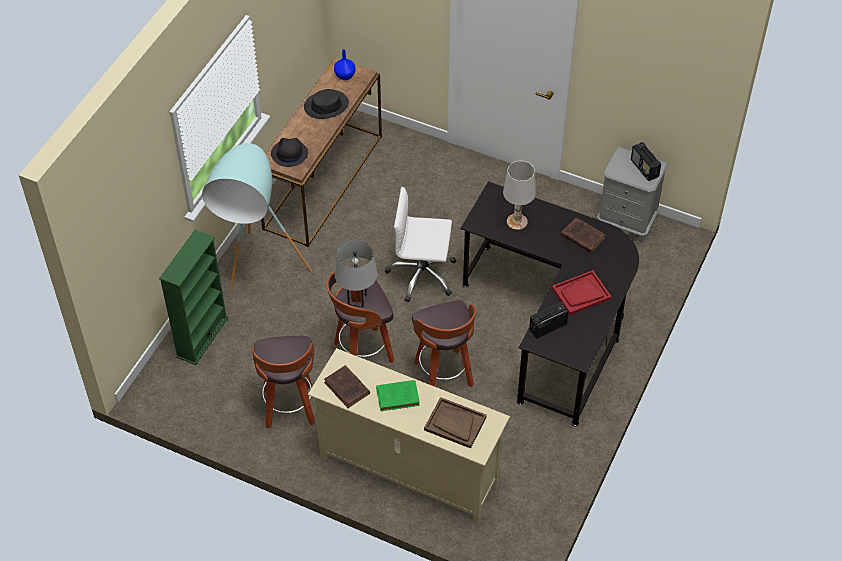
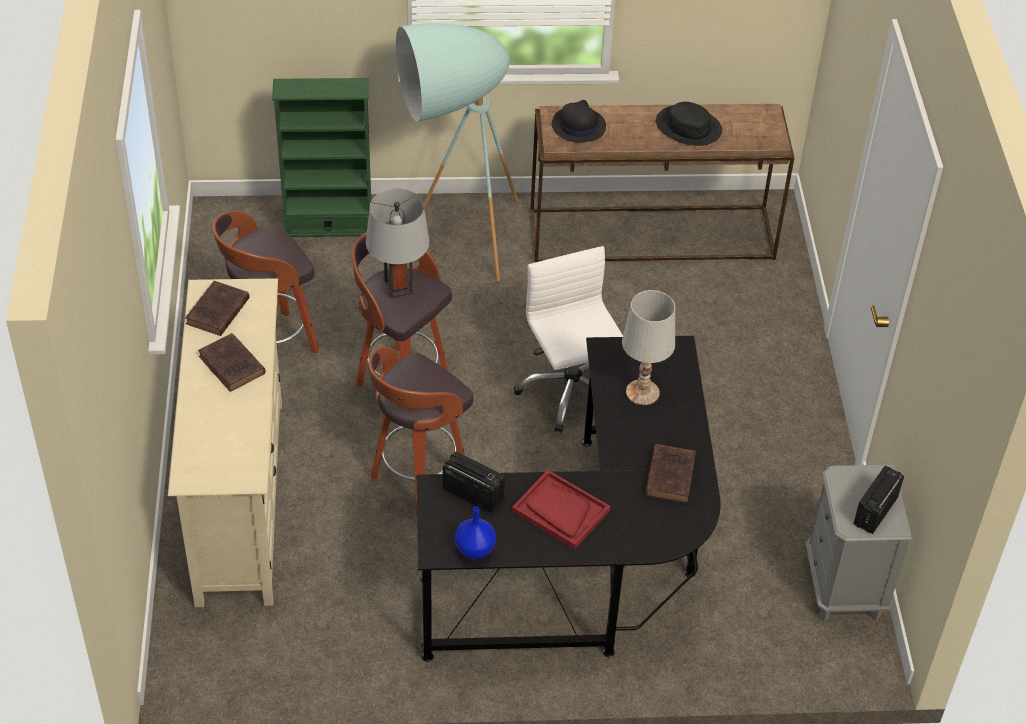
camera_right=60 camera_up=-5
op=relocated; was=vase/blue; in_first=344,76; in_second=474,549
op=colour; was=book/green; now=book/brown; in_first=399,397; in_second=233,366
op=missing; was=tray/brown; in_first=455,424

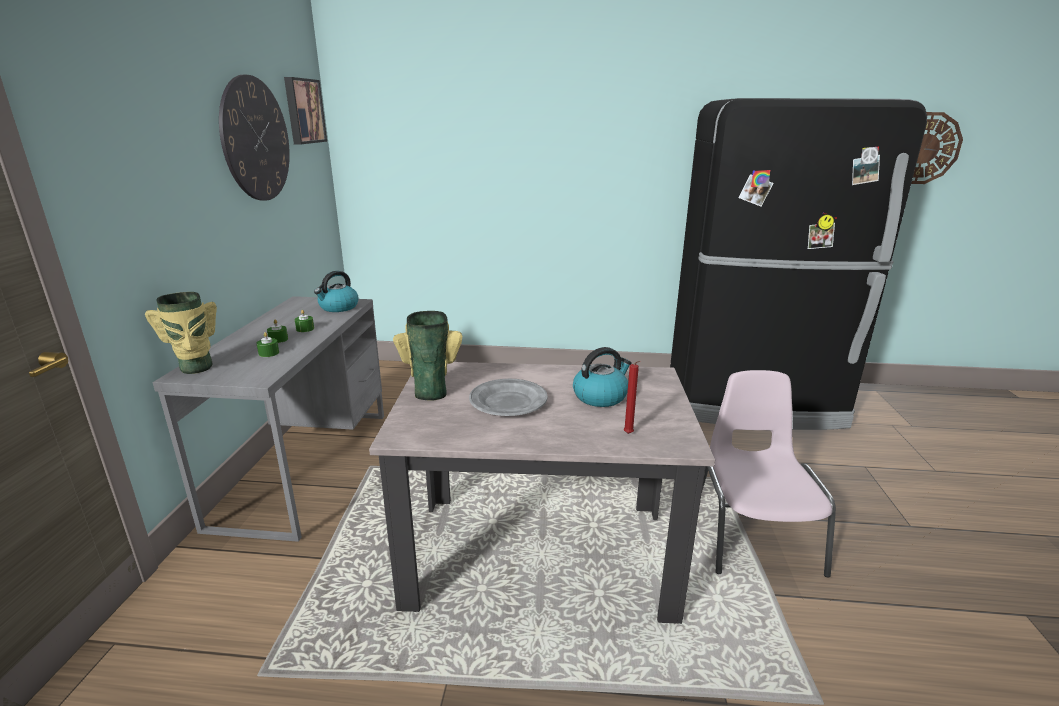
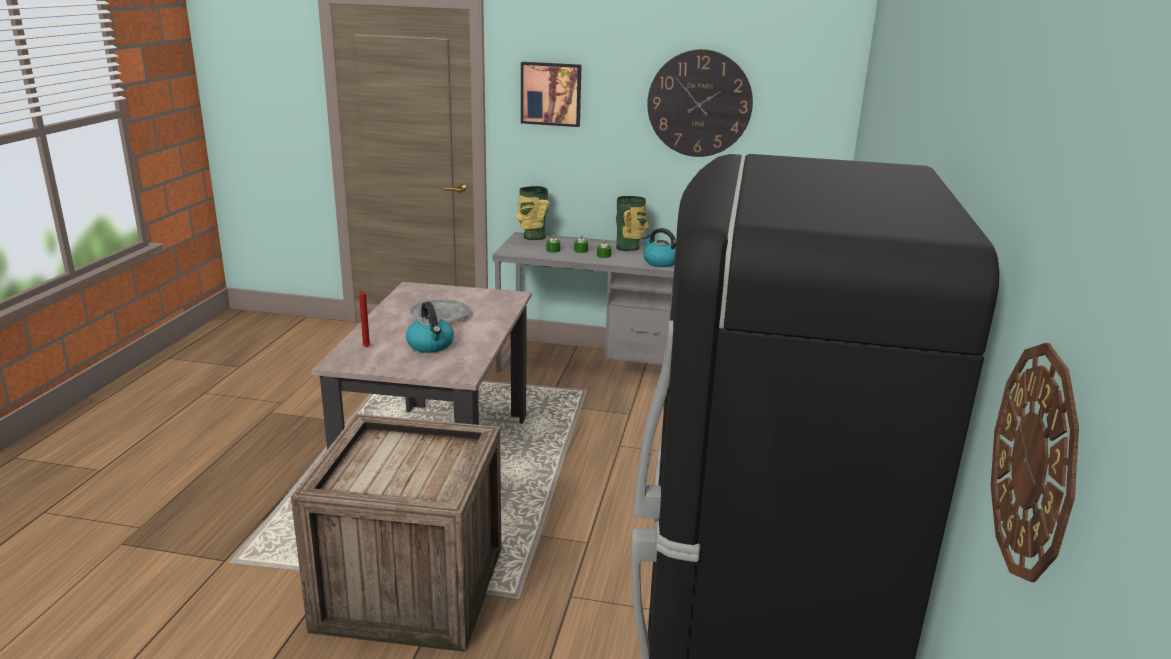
camera_right=95 camera_up=0
op=relocated; was=picture; in_first=303,111; in_second=551,93
op=relocated; was=vase; in_first=431,391; in_second=629,248
op=exchanged; was=chair/pink; now=crate; in_first=753,535; in_second=412,590

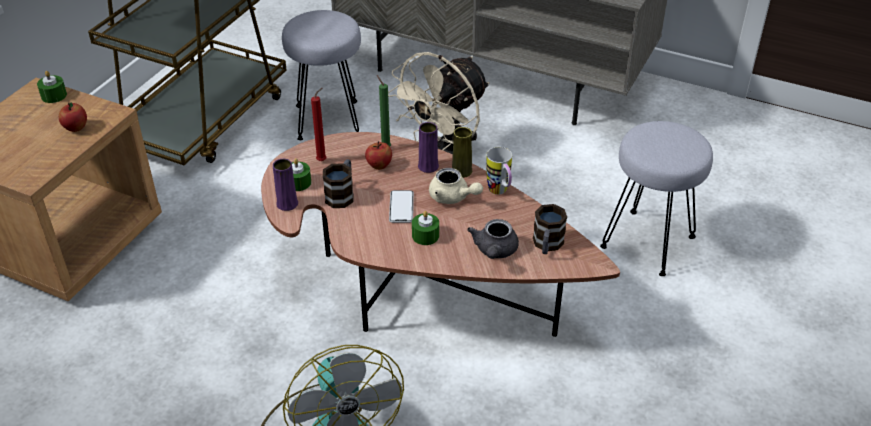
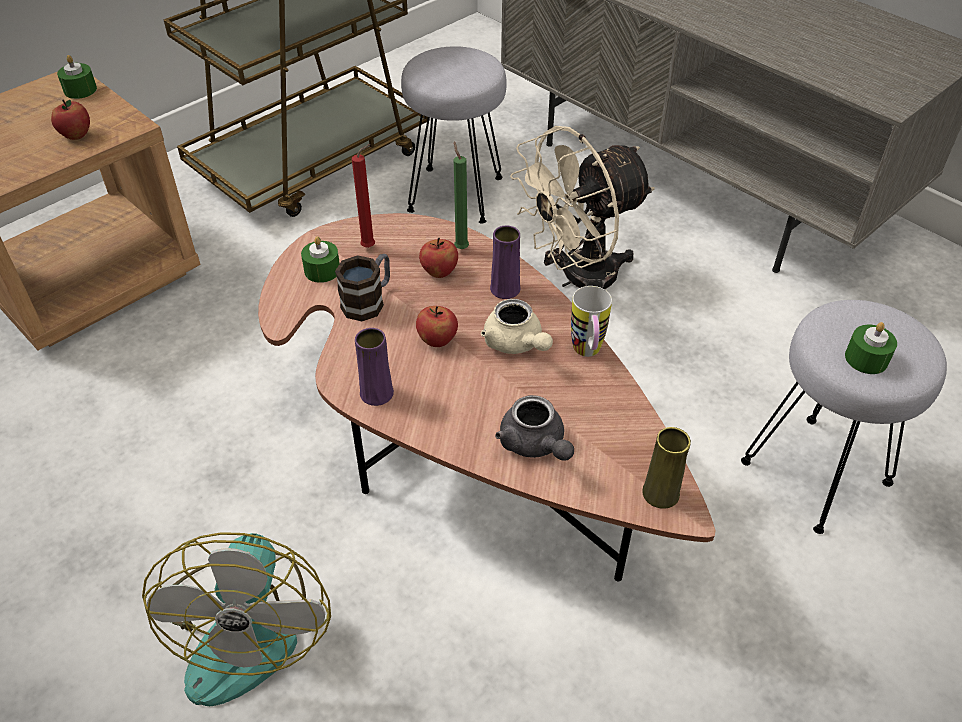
camera_right=20 camera_up=5
op=relocated; was=vase/yellow; in_first=461,171; in_second=660,493
op=relocated; was=vase/purple; in_first=287,204; in_second=376,393
op=exchanged; was=phone; now=apple; in_first=401,207; in_second=437,340
op=missing; was=mug; in_first=547,245
op=relocated; was=candle/green; in_first=425,235; in_second=866,358
op=spun; was=teapot/grey; in_first=494,251; in_second=535,445; clockwise=-60

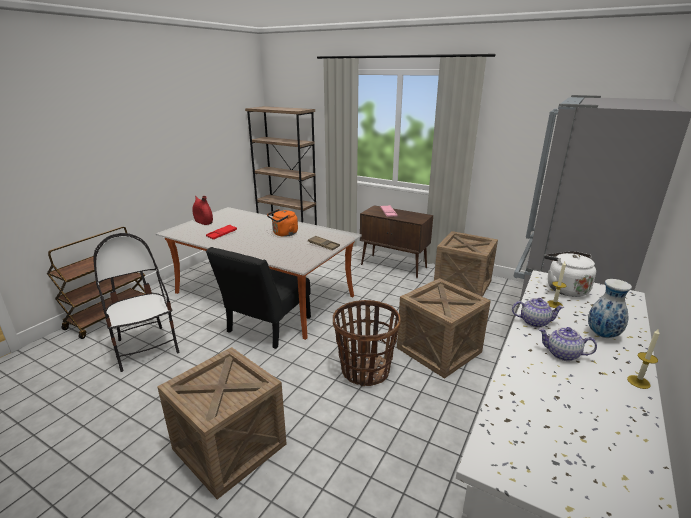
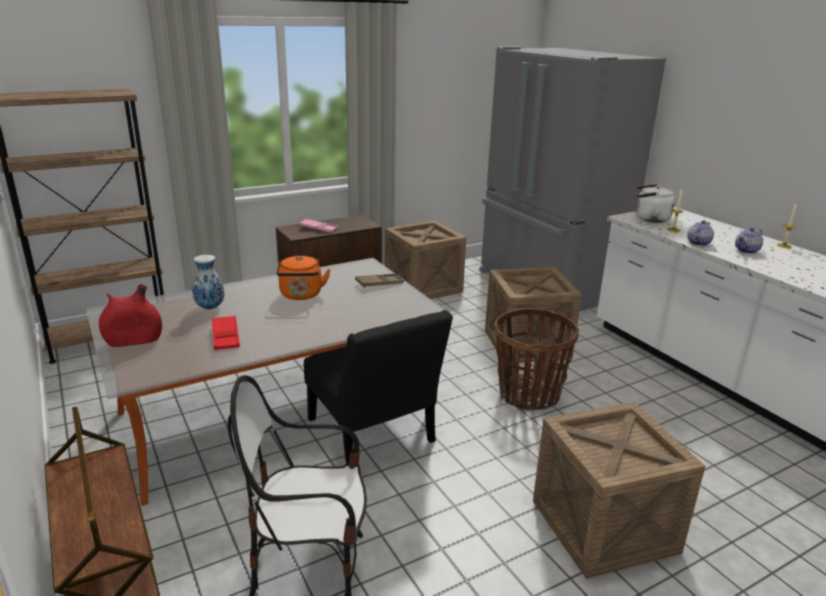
camera_right=-60 camera_up=0
op=relocated; was=vase; in_first=602,335; in_second=210,308

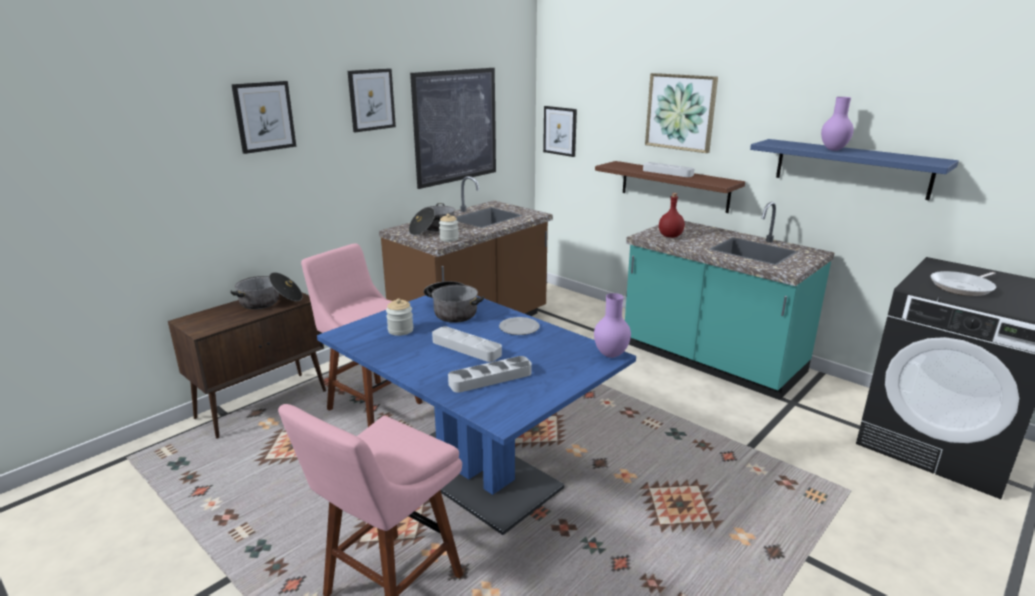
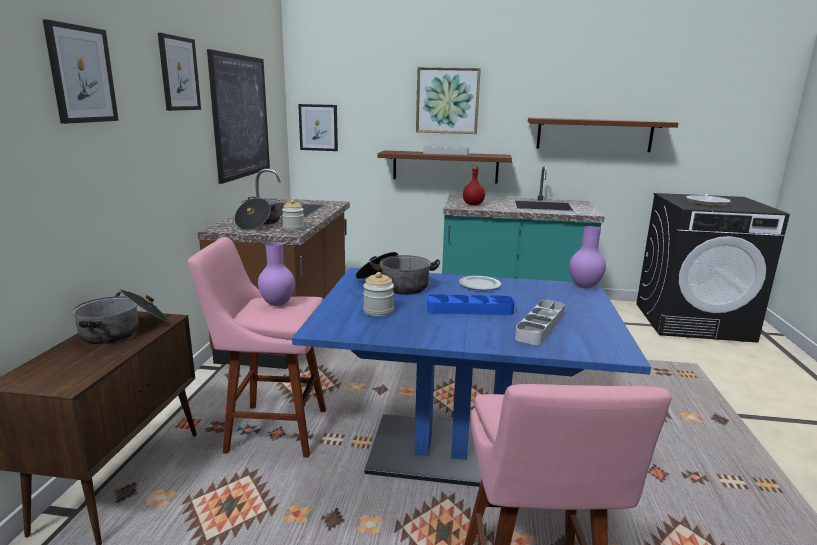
camera_right=-35 camera_up=-5
op=relocated; was=vase/purple; in_first=834,149; in_second=278,304
op=colour; was=shelf/blue; now=shelf/brown; in_first=851,168; in_second=594,134
op=colour; was=tray/grey; now=tray/blue; in_first=466,348; in_second=469,309

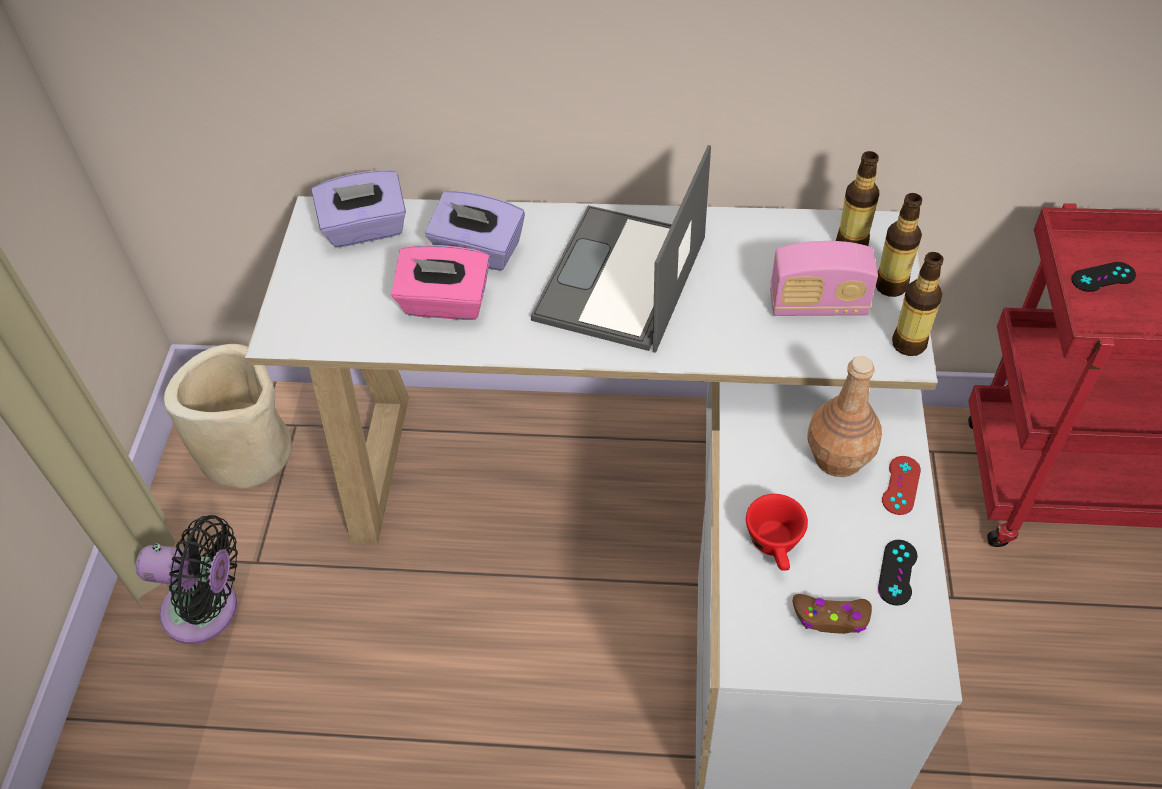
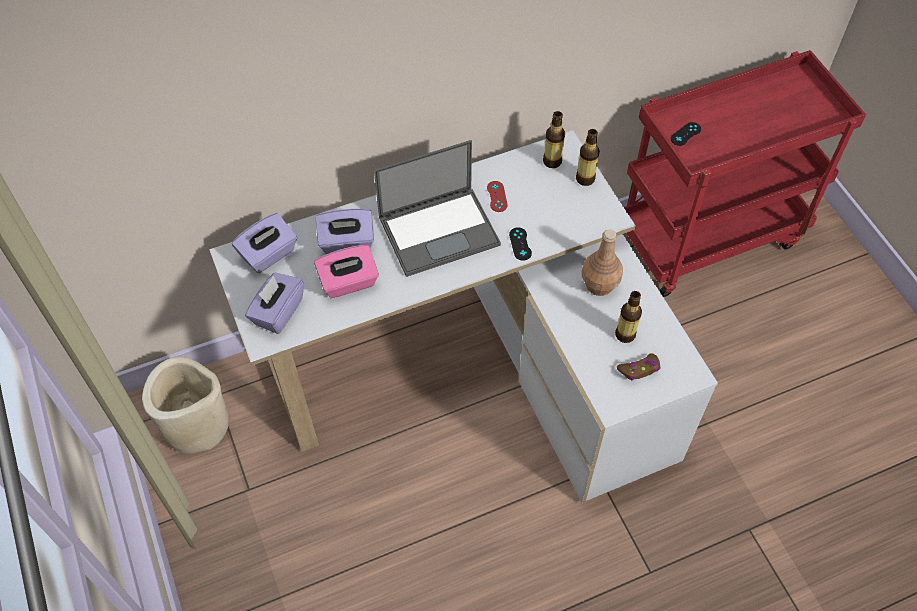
camera_right=-30 camera_up=5
op=spun; was=laptop; in_first=620,280; in_second=440,230; clockwise=-105
op=missing; was=radio; in_first=818,305
op=relocated; was=bottle; in_first=908,344; in_second=625,334
op=relocated; was=game controller/red; in_first=901,485; in_second=497,196
op=missing; was=cup/red; in_first=775,547
op=missing; was=fan/black; in_first=208,610
op=relocated; was=game controller/black; in_first=897,572; in_second=520,244
op=appeared; now=tissue box/purple; in_second=277,312

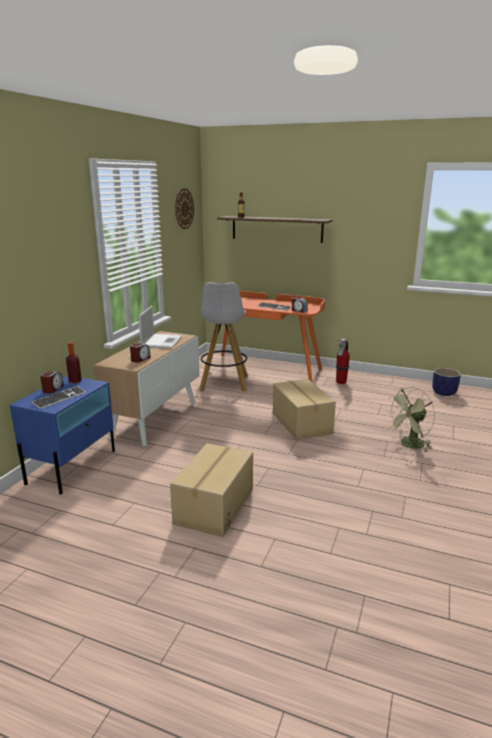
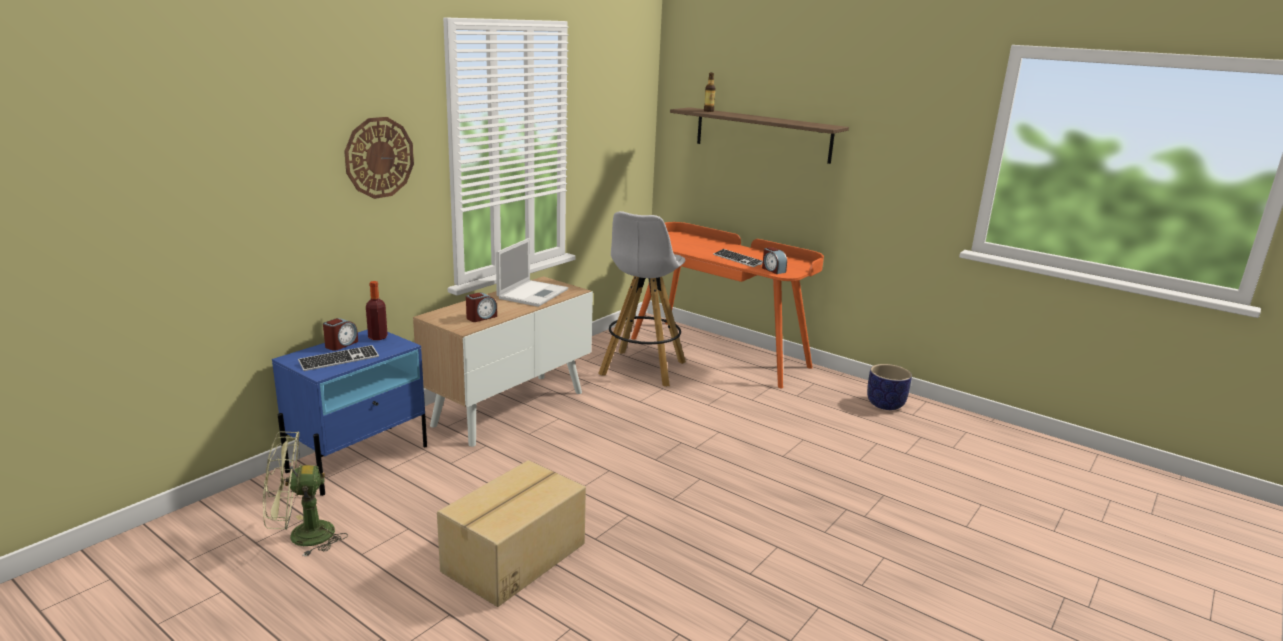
camera_right=15 camera_up=0
op=relocated; was=wall clock; in_first=184,208; in_second=379,157
op=missing; was=fire extinguisher; in_first=341,382
op=relocated; was=planter; in_first=444,392; in_second=885,404
op=missing; was=cardboard box; in_first=301,423
op=relocated; was=fan/green; in_first=409,445; in_second=301,537

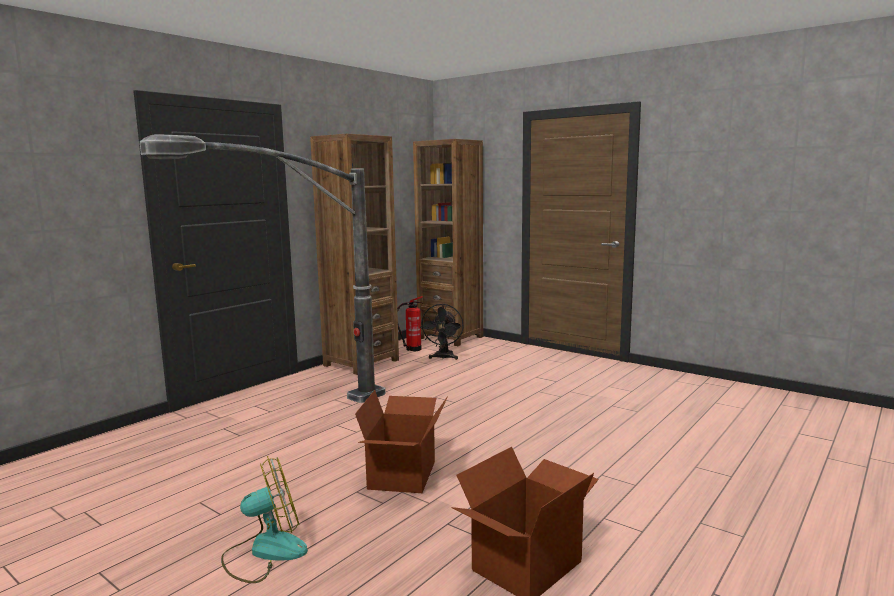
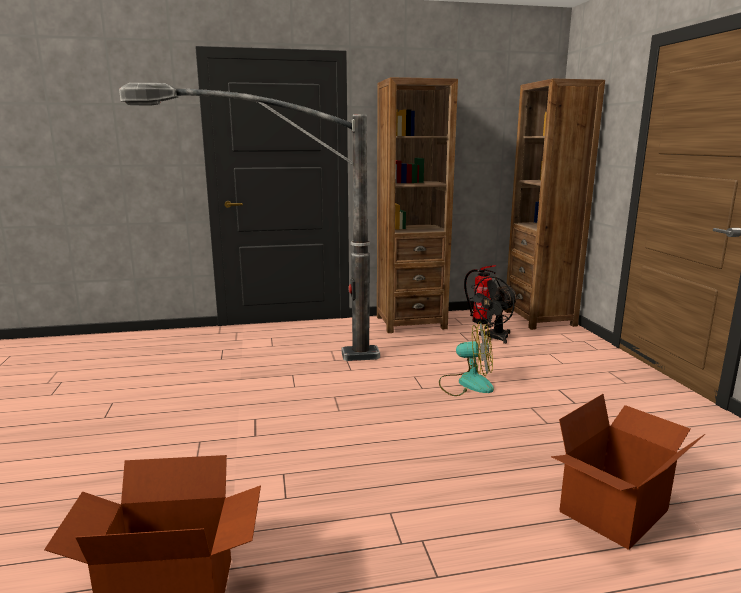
camera_right=40 camera_up=5
op=relocated; was=cardboard box; in_first=404,475; in_second=615,512
op=relocated; was=fan; in_first=265,552; in_second=466,383

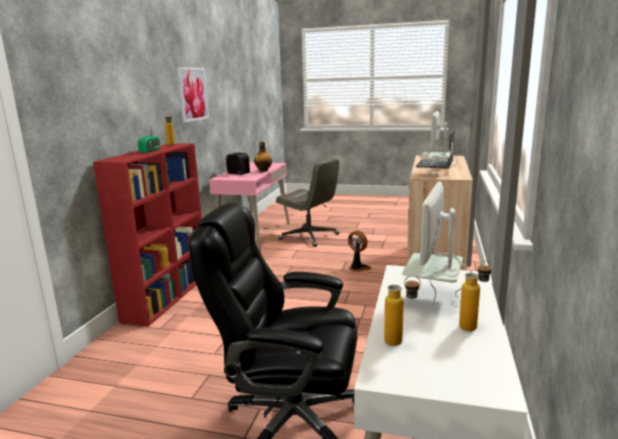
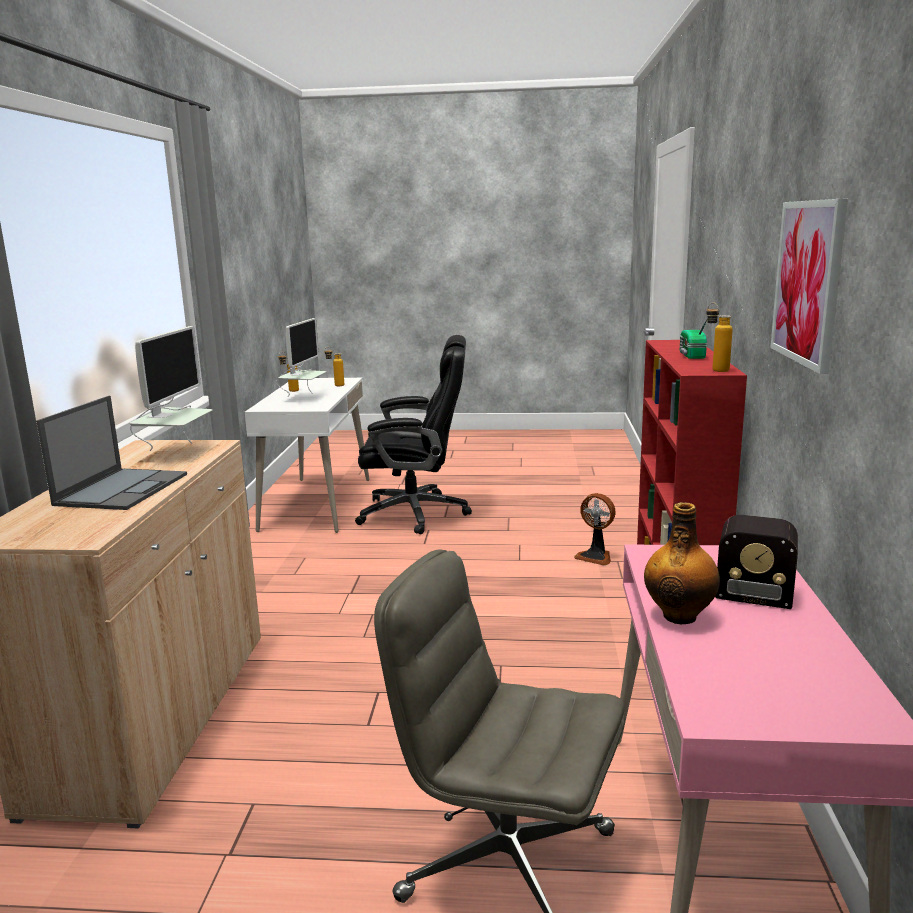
camera_right=170 camera_up=0
op=relocated; was=fan; in_first=358,268; in_second=595,557

